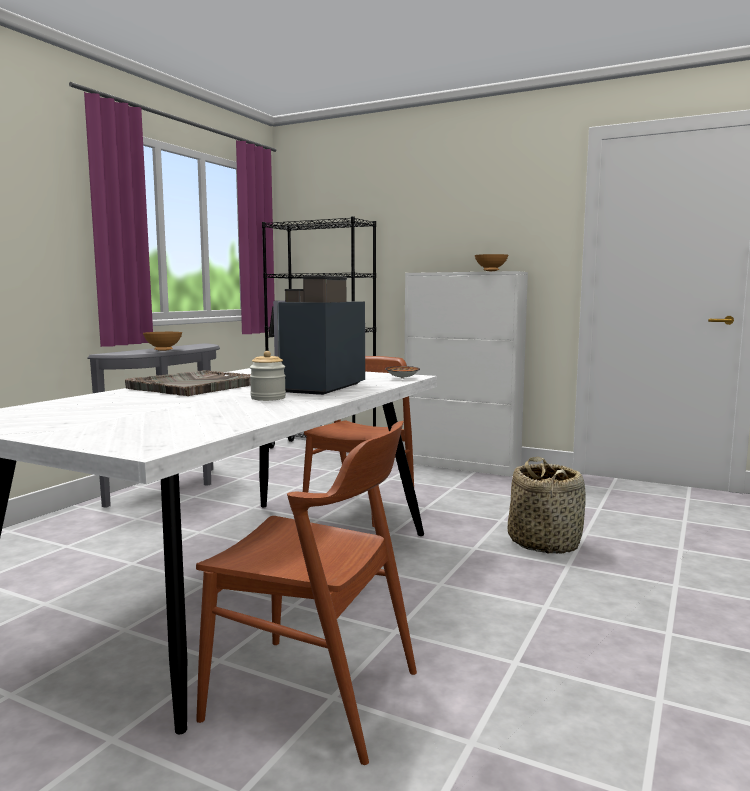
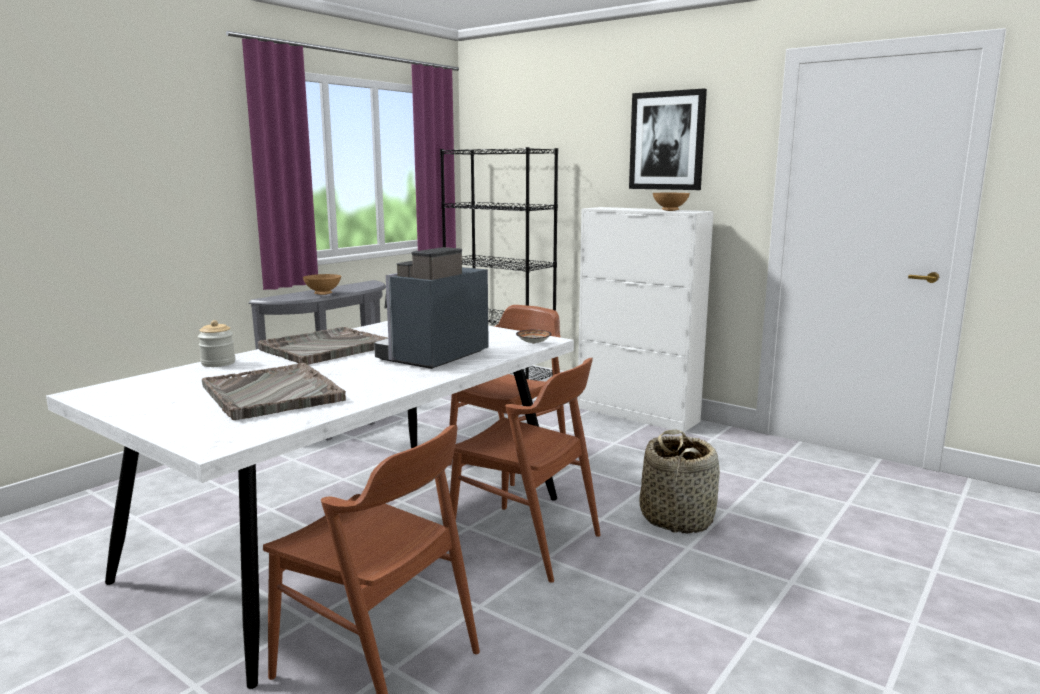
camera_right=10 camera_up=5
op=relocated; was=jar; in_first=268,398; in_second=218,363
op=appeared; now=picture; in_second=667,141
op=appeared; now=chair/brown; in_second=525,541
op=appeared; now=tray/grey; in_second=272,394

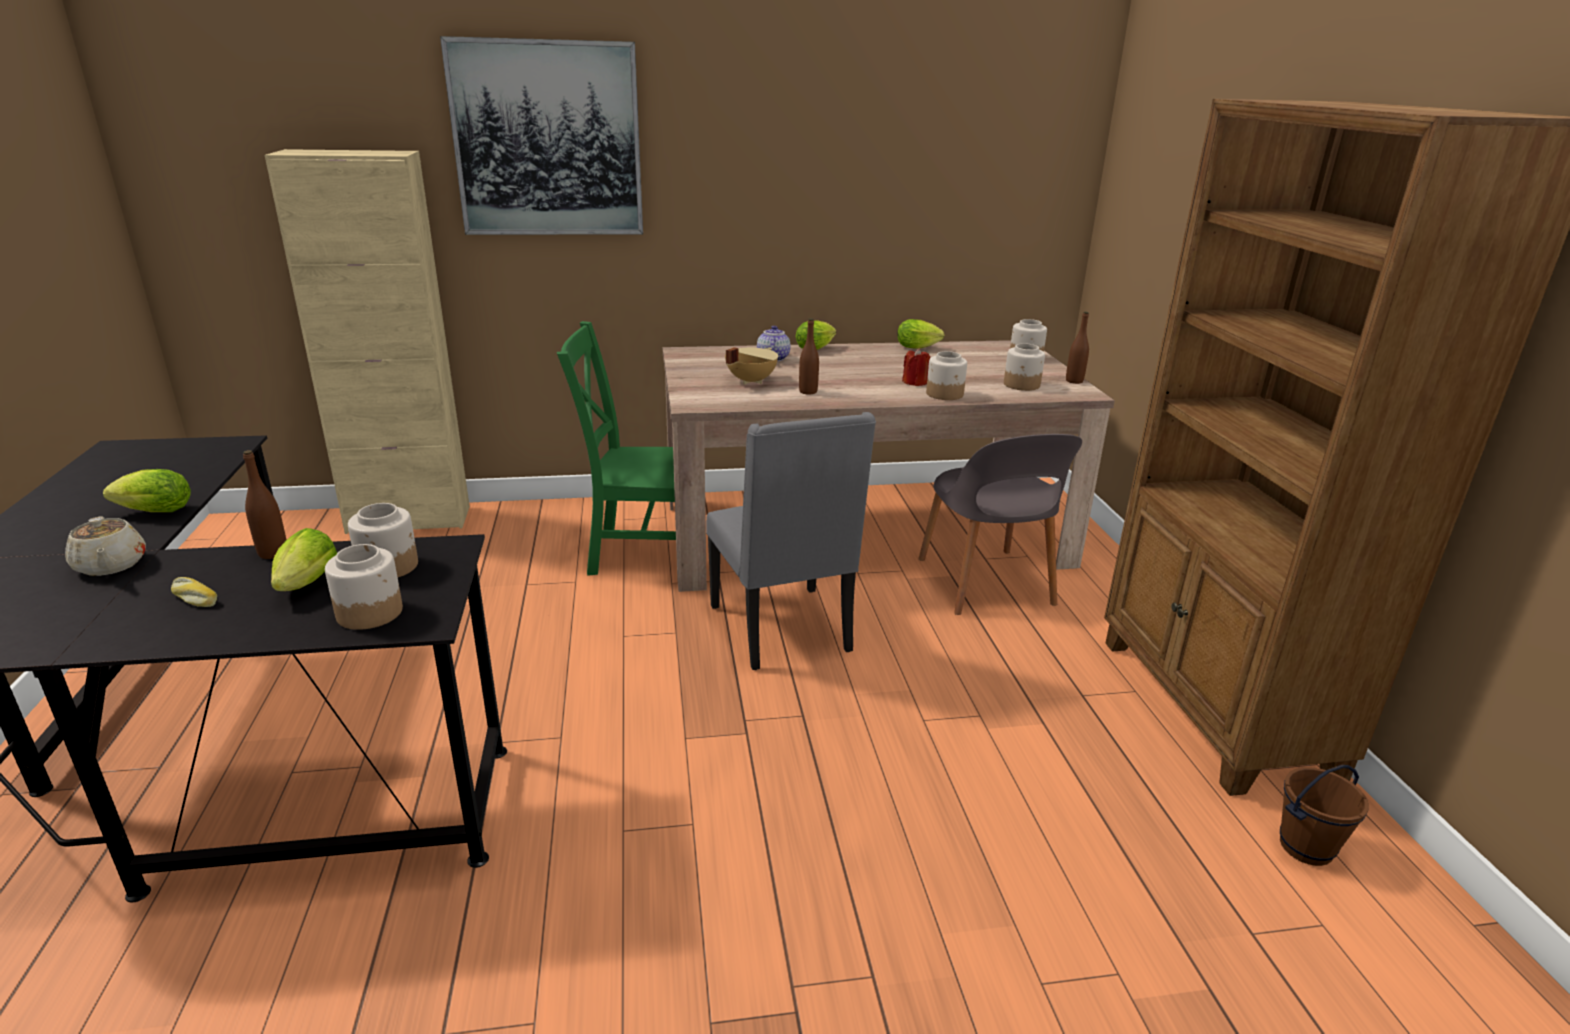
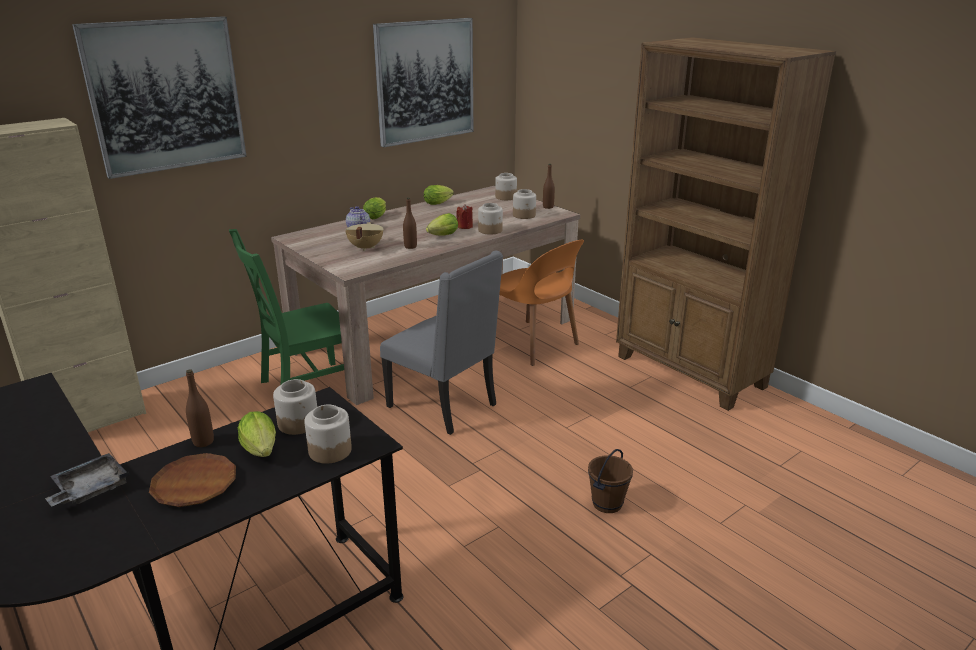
camera_right=-30 camera_up=0
op=colour; was=chair/grey; now=chair/orange; in_first=985,583; in_second=532,343
op=relocated; was=lettuce; in_first=152,512; in_second=441,236
op=exchanged; was=teapot/beige; now=tray/grey; in_first=111,566; in_second=90,489
op=exchanged; was=bread; now=plate/brown; in_first=193,598; in_second=194,485
op=relocated; was=bucket/brown; in_first=1305,846; in_second=606,503
op=appeared; now=picture; in_second=425,81

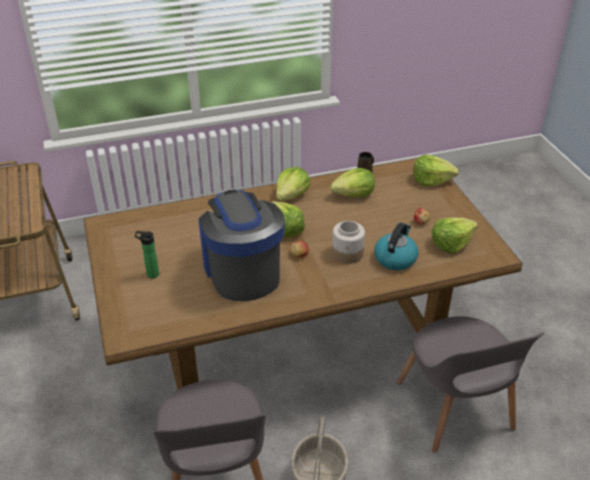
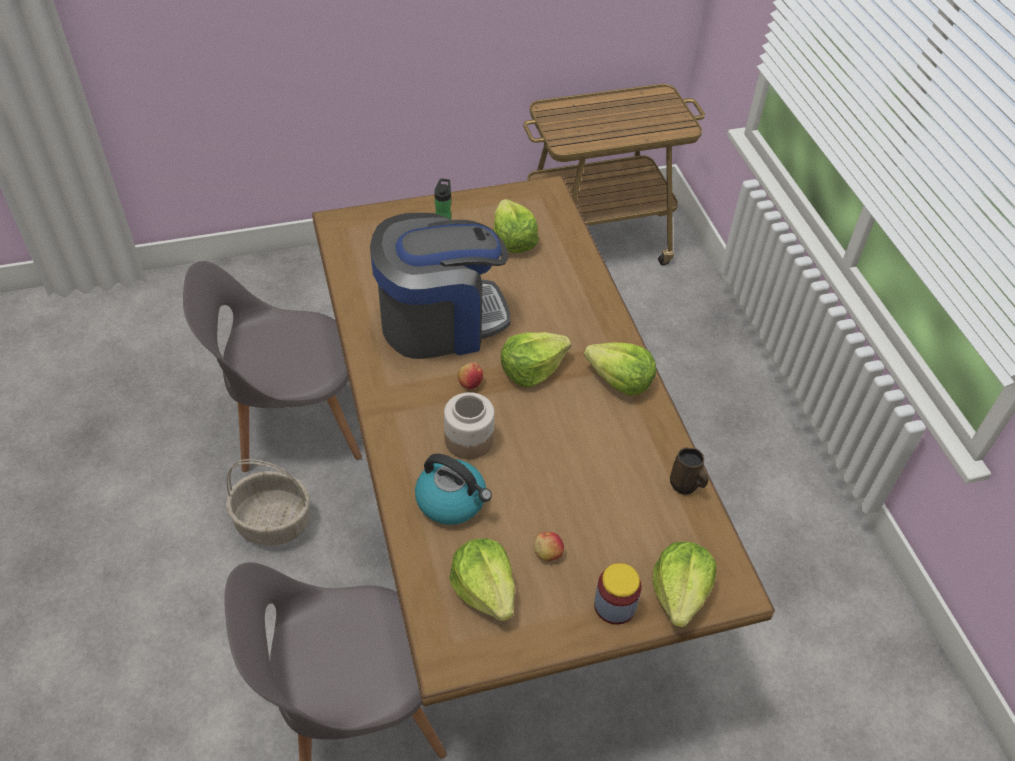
camera_right=90 camera_up=10
op=relocated; was=lettuce; in_first=354,194; in_second=512,240
op=appeared; now=jar; in_second=614,605

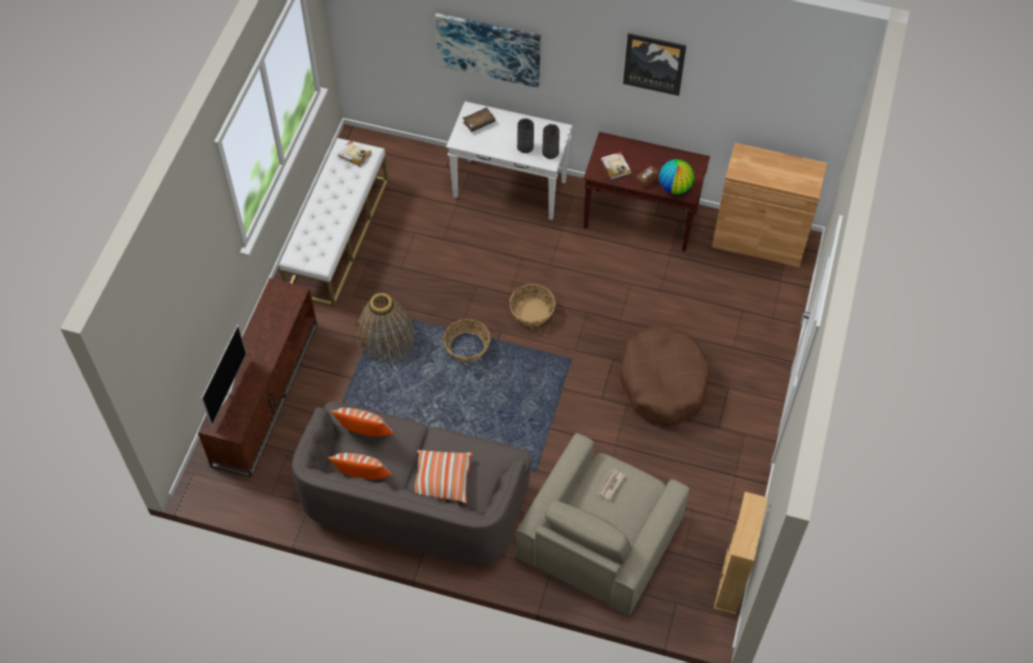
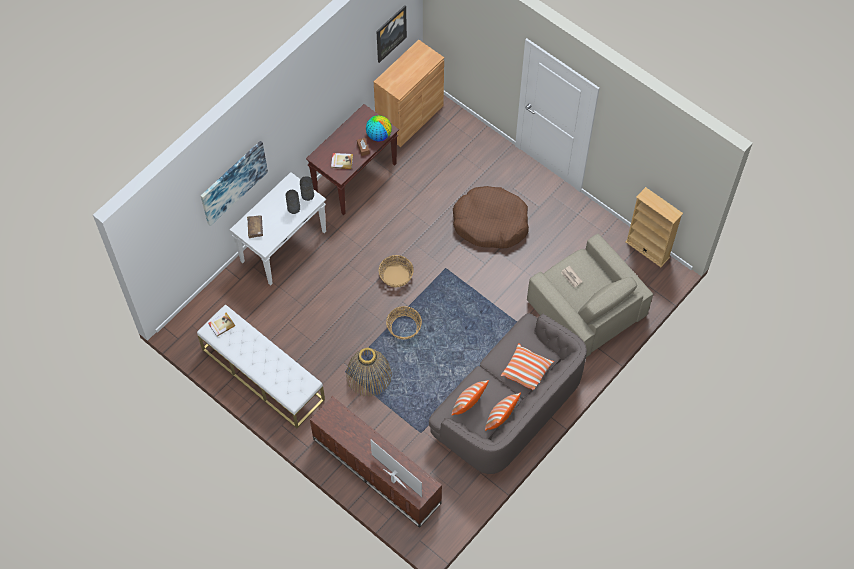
camera_right=-65 camera_up=5
op=relocated; was=picture; in_first=654,63; in_second=390,33

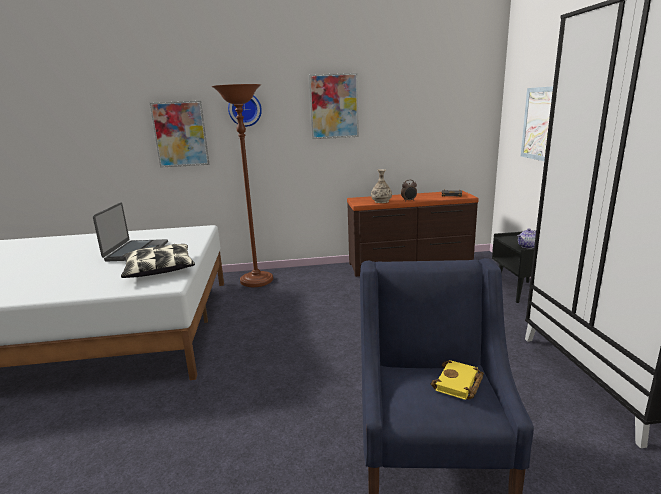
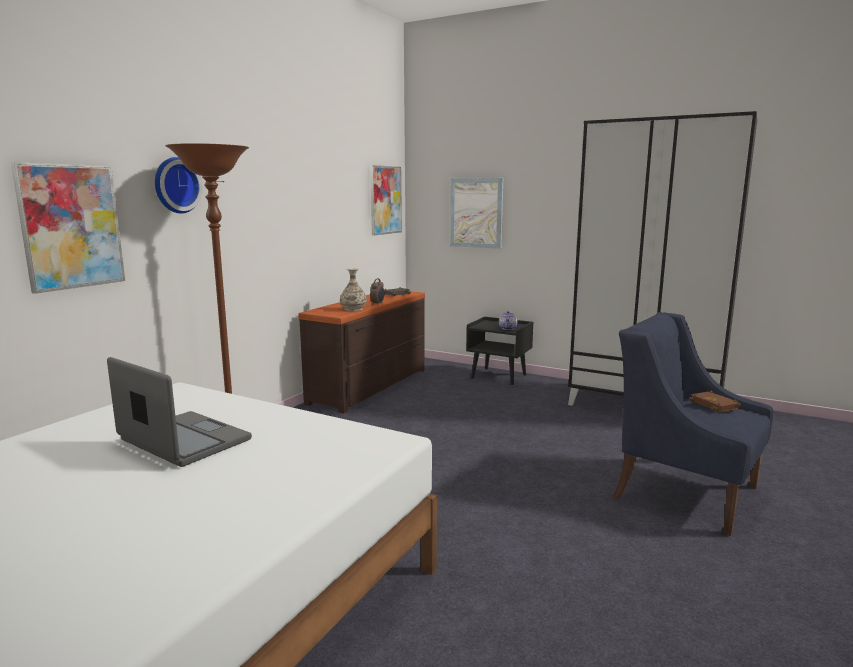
camera_right=-55 camera_up=-5
op=relocated; was=picture; in_first=334,106; in_second=385,200
op=missing; was=pillow; in_first=159,269
op=colour; was=book/yellow; now=book/brown; in_first=458,384; in_second=716,405

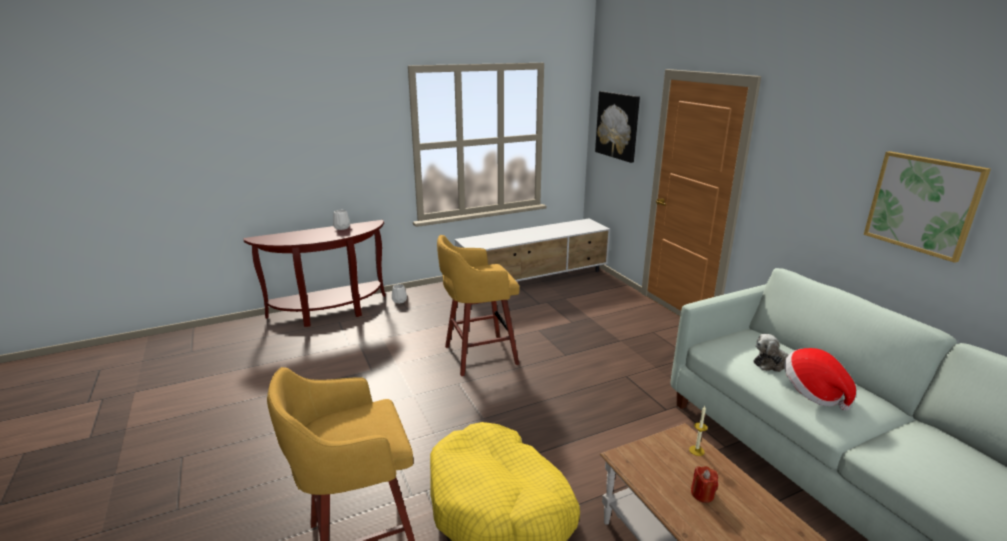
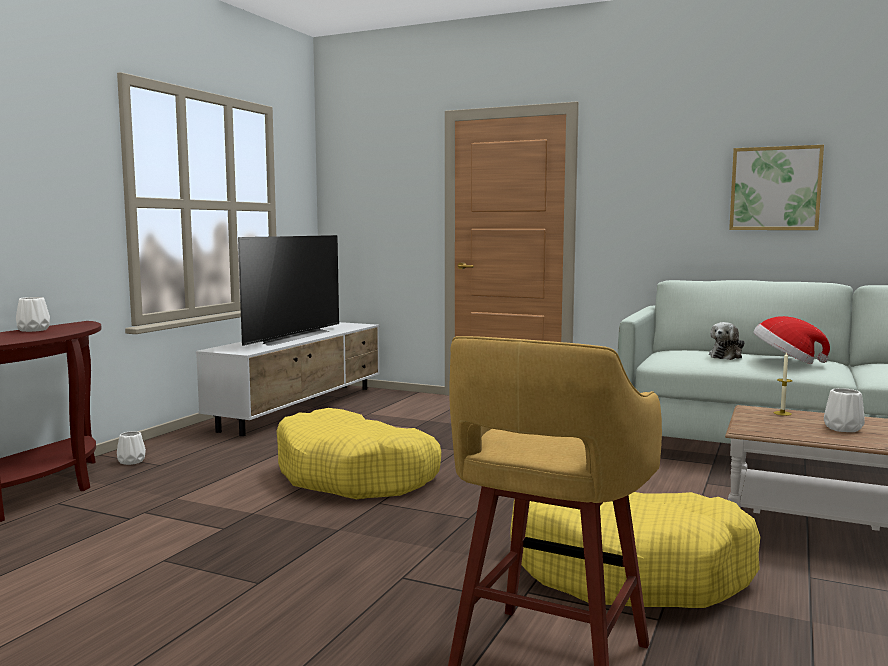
camera_right=-40 camera_up=-15
op=missing; was=picture; in_first=617,125
op=exchanged; was=stool/yellow; now=dog bed/yellow; in_first=478,355; in_second=356,476
op=exchanged; was=candle/red; now=vase/white; in_first=702,494; in_second=843,429
op=appeared; now=television; in_second=289,337

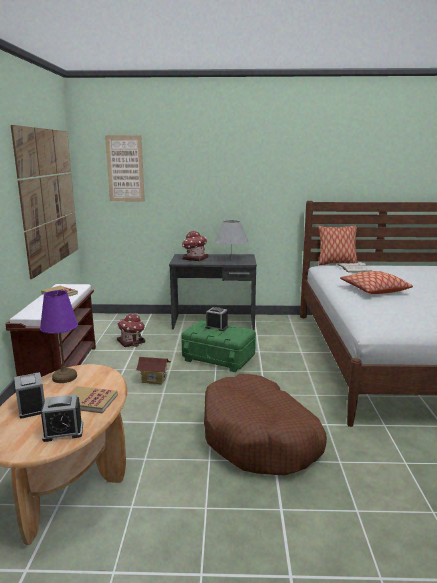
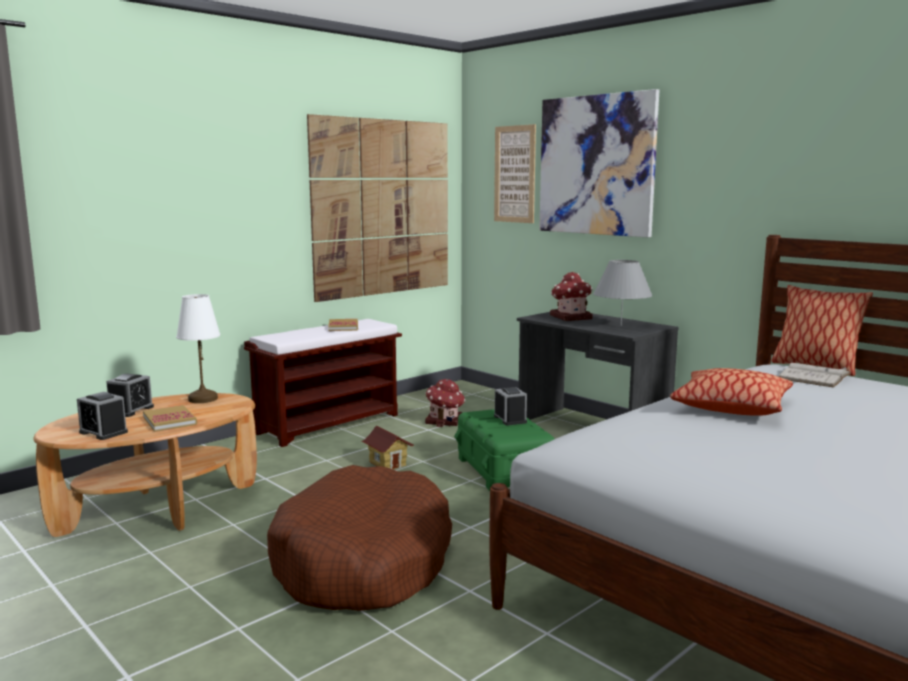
camera_right=45 camera_up=-5
op=colour; was=table lamp/purple; now=table lamp/white; in_first=65,377; in_second=203,399
op=appeared; now=picture; in_second=596,165

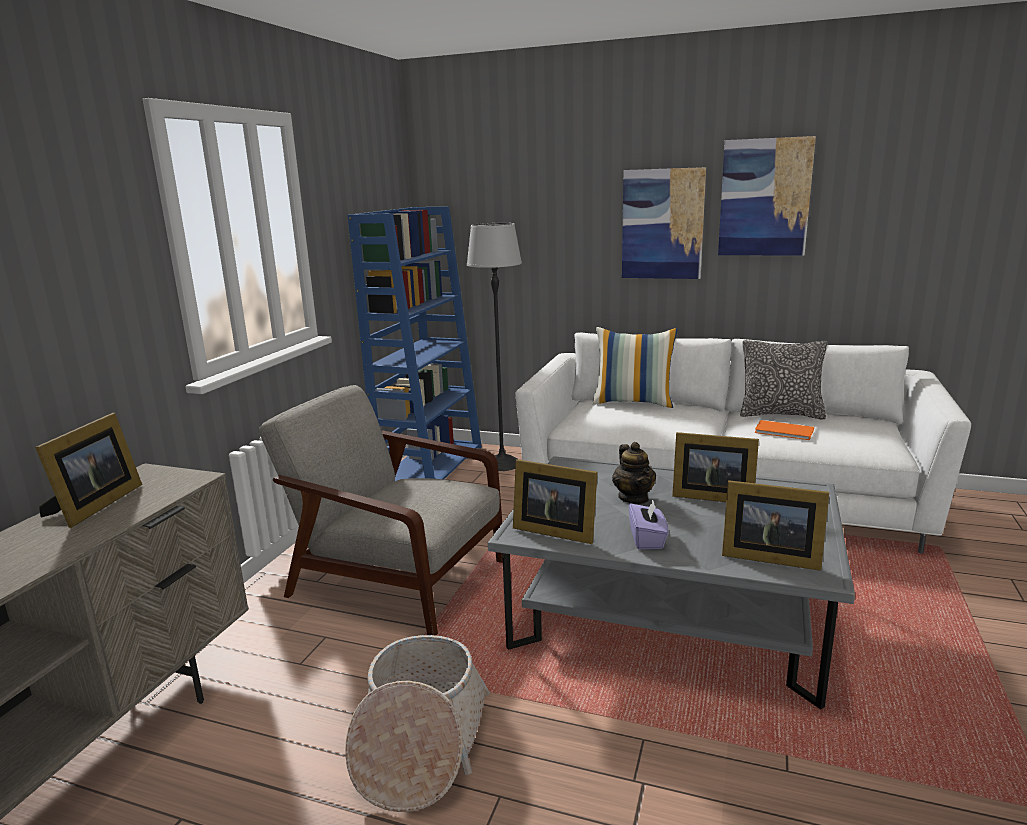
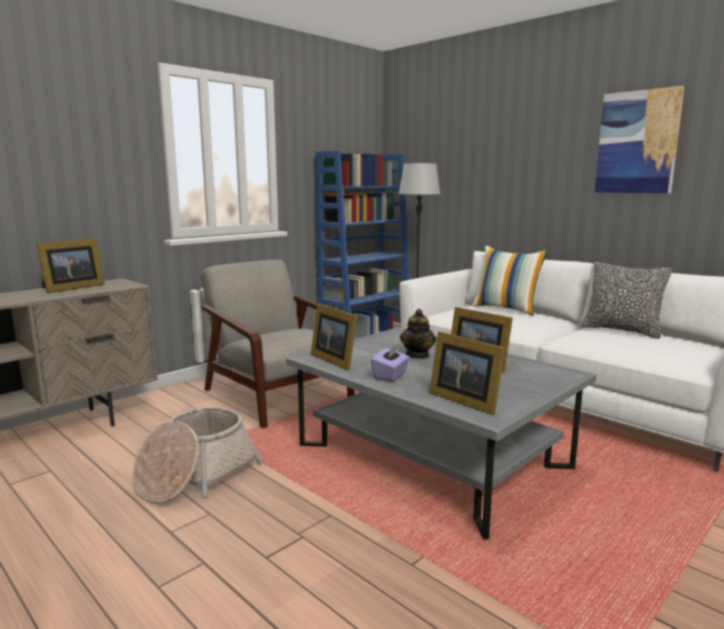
camera_right=25 camera_up=-5
op=missing; was=picture; in_first=662,224
op=missing; was=book/orange; in_first=785,432

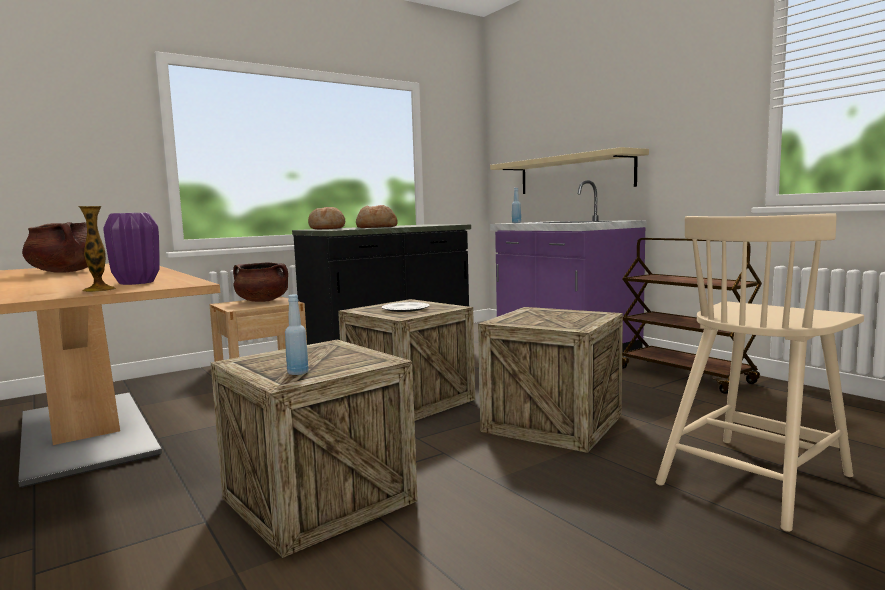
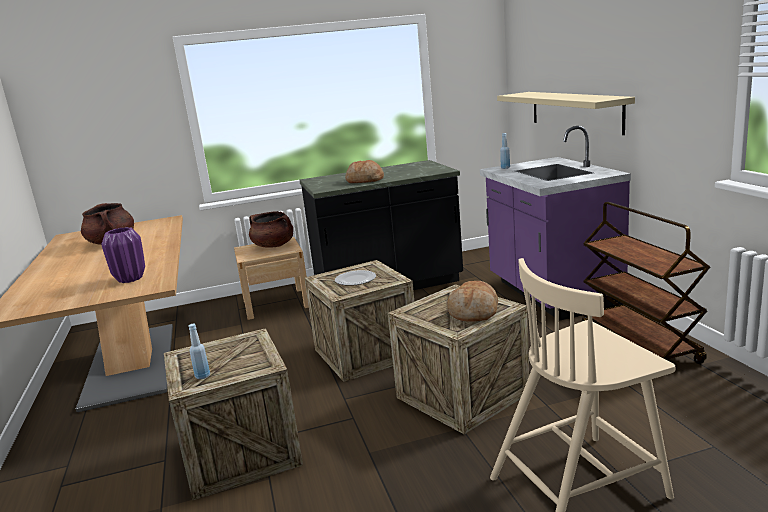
camera_right=20 camera_up=10
op=missing; was=vase; in_first=99,290
op=relocated; was=bread; in_first=328,228; in_second=474,312

